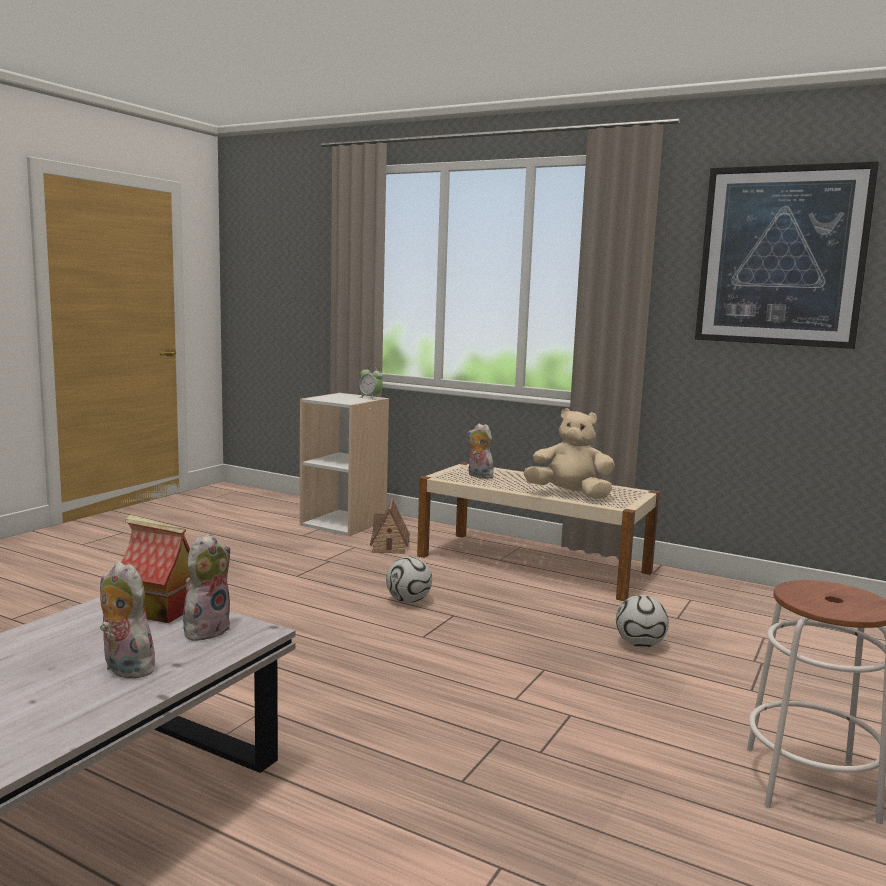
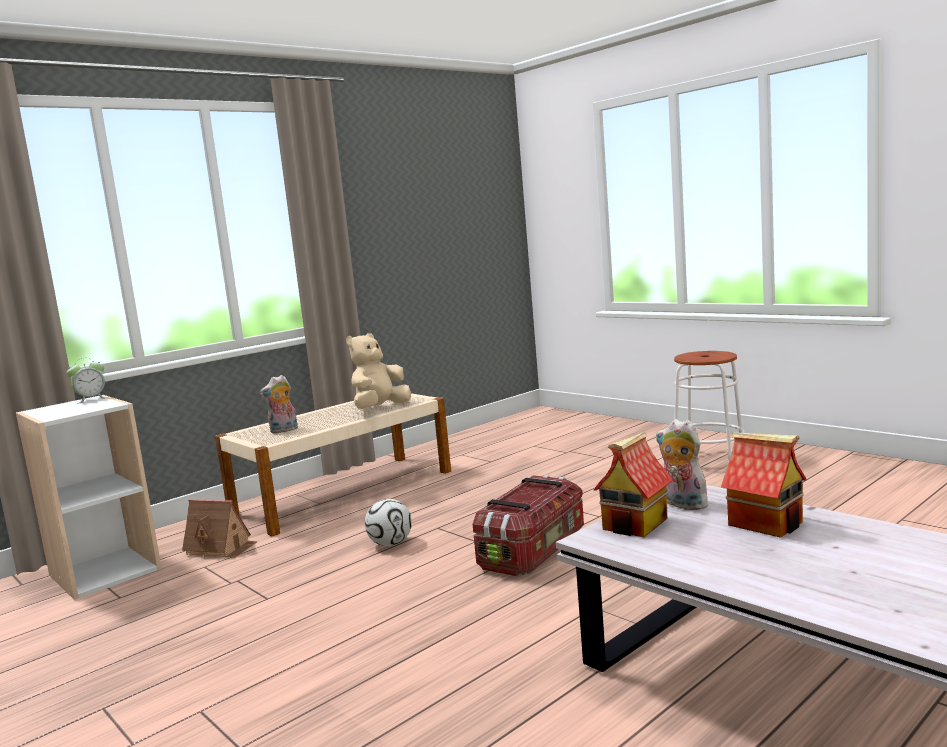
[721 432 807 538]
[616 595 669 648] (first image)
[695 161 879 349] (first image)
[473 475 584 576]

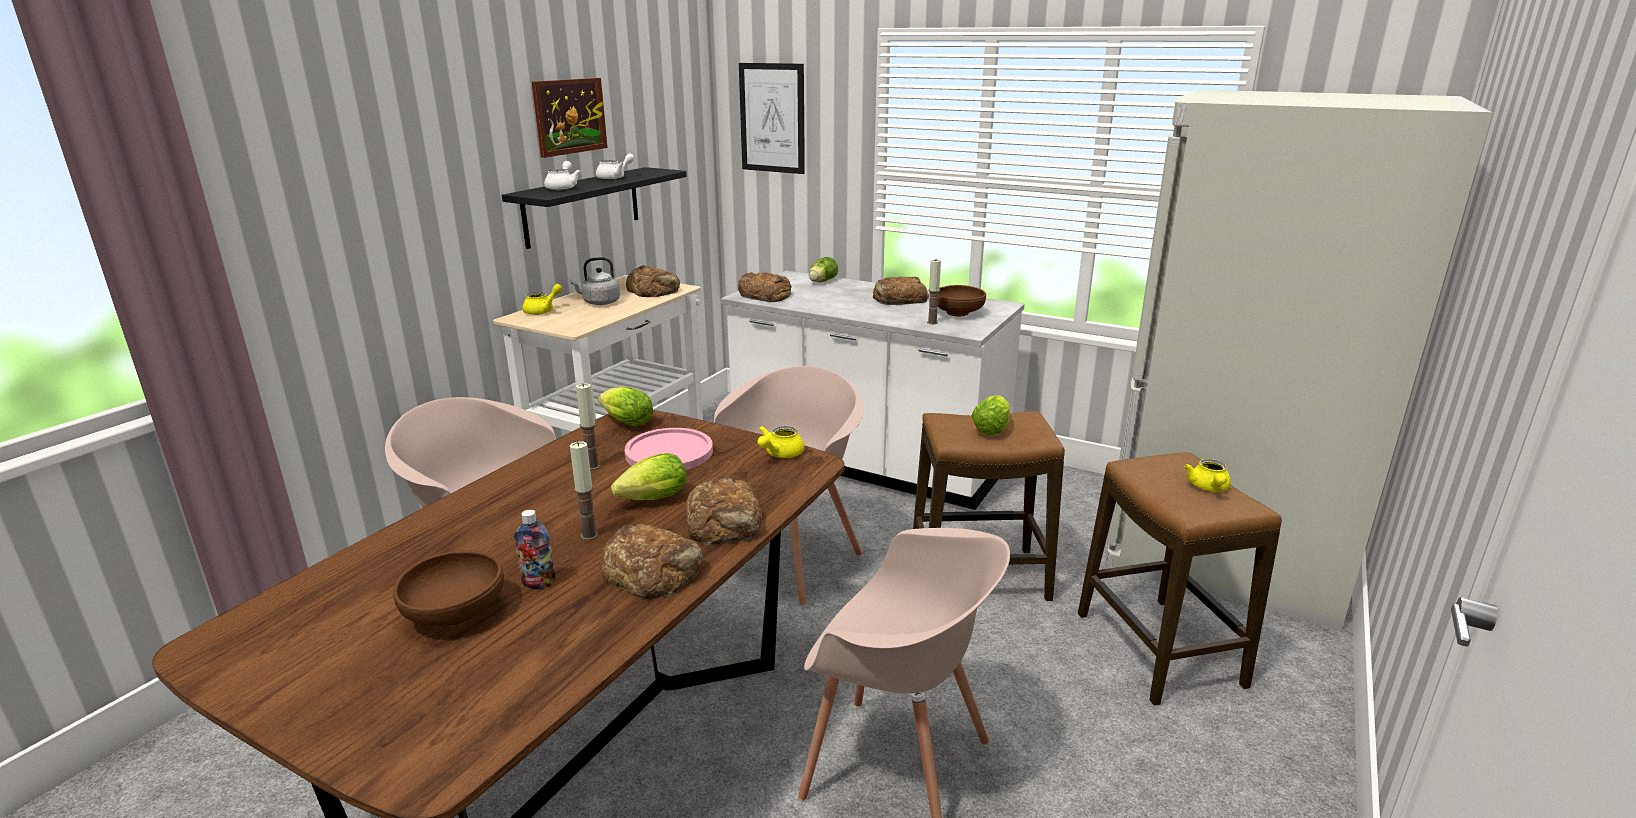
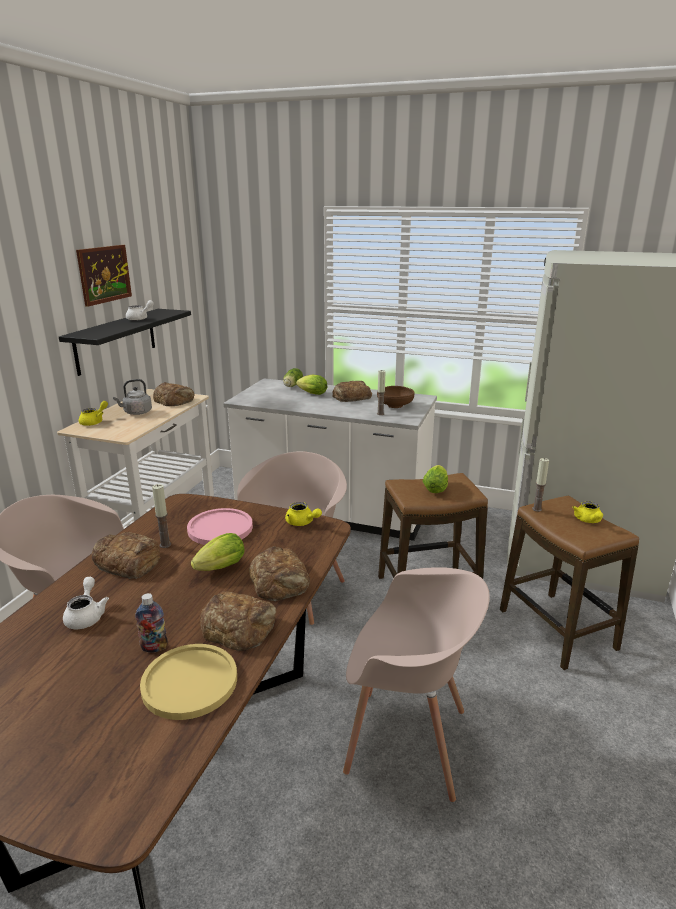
[393 550 504 626] (first image)
[63 577 109 629]
[532 458 549 512]
[296 375 327 395]
[92 532 160 579]
[739 63 805 174] (first image)
[285 502 322 526]
[140 644 237 720]

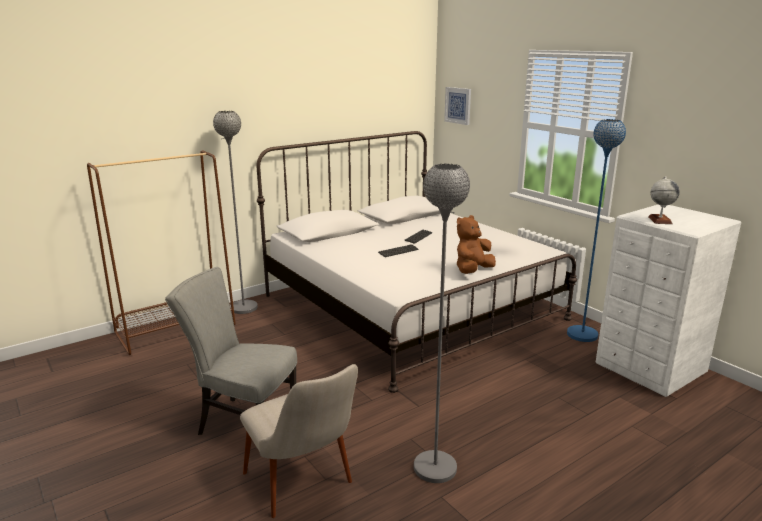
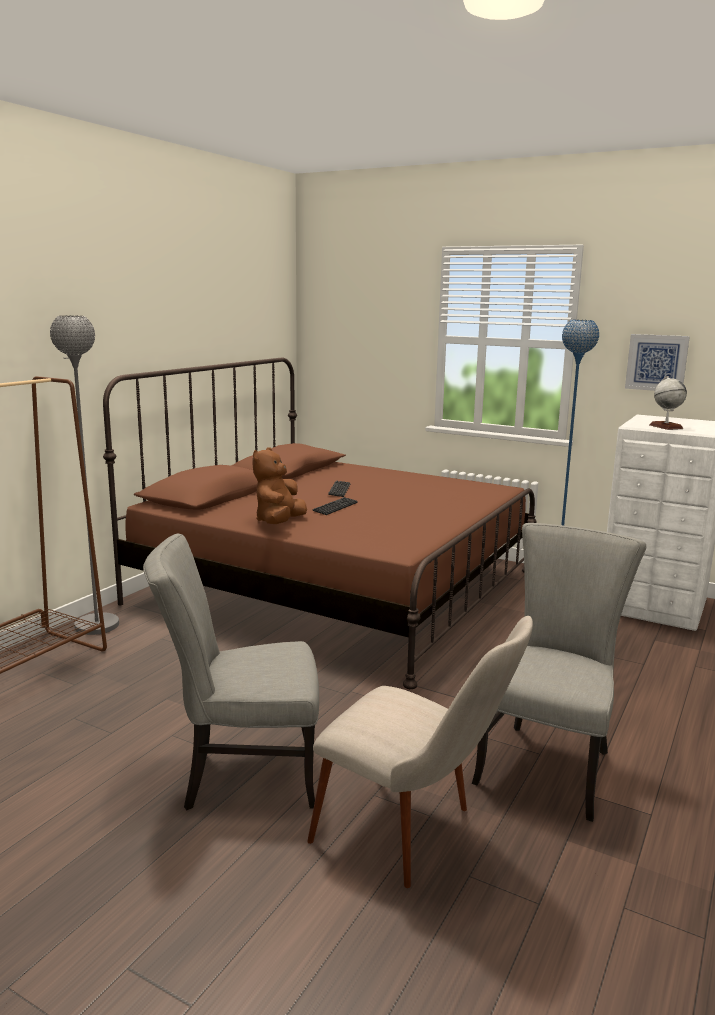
[103 357 537 689]
[472 523 646 822]
[625 334 690 391]
[252 447 307 524]

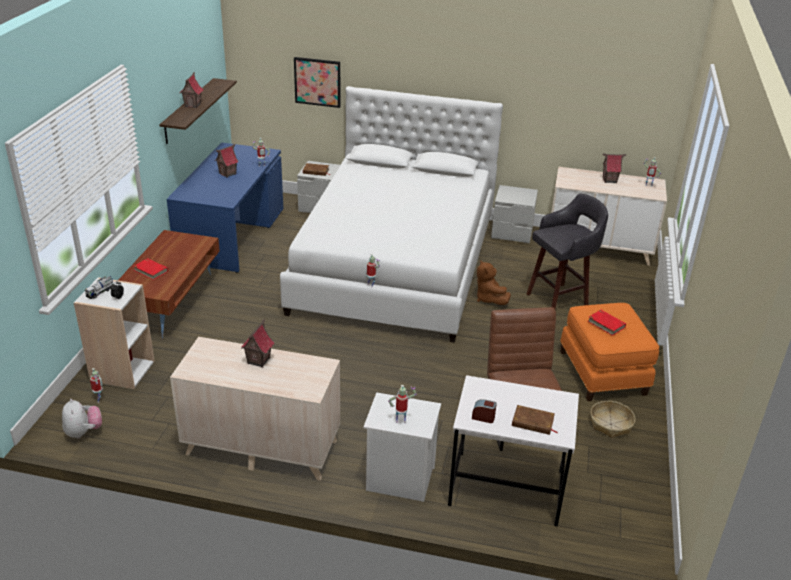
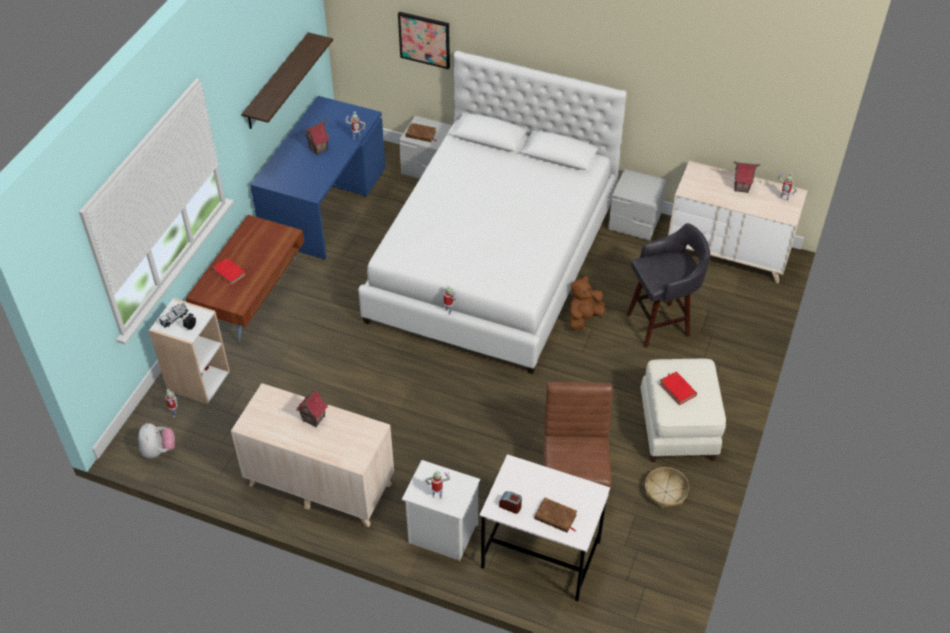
[180 72 204 108] (first image)
[570 276 605 330]
[640 359 726 462]

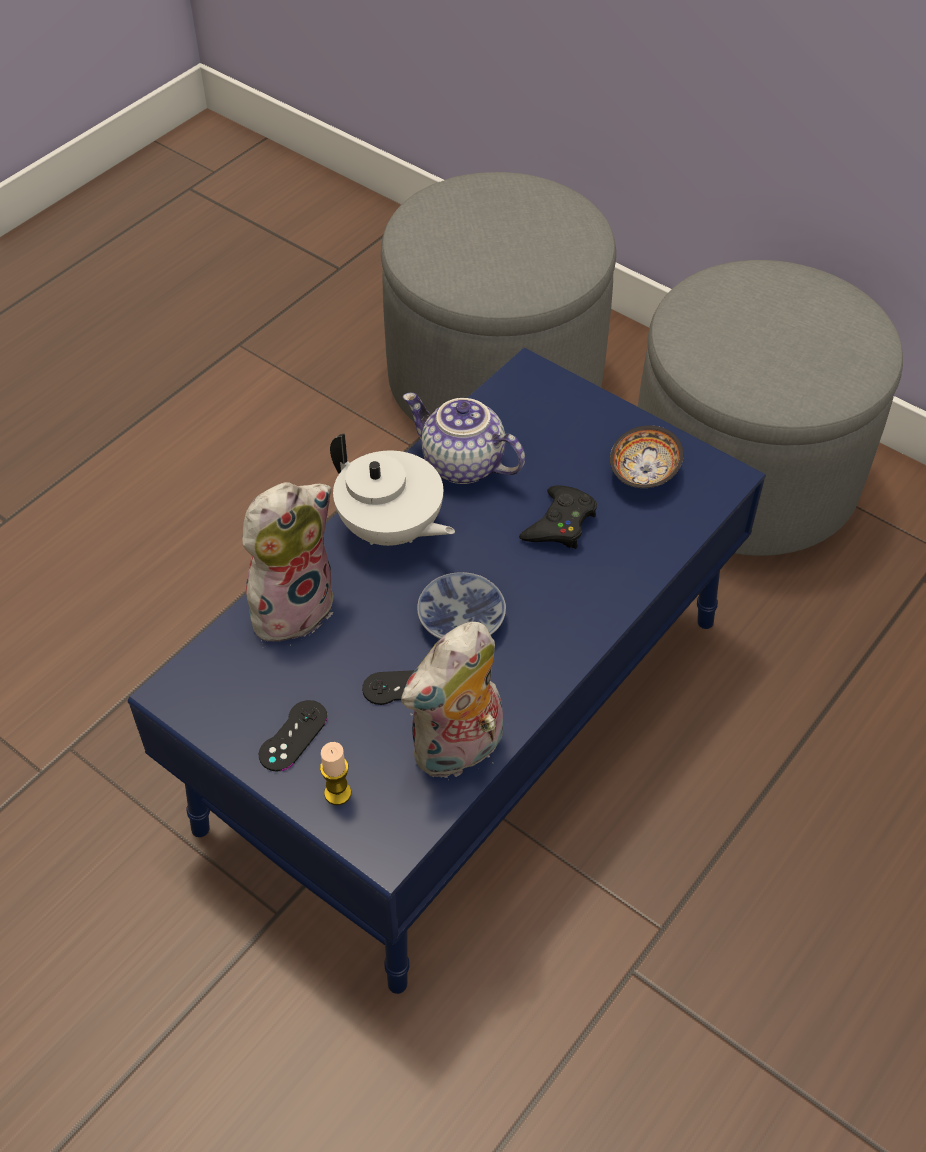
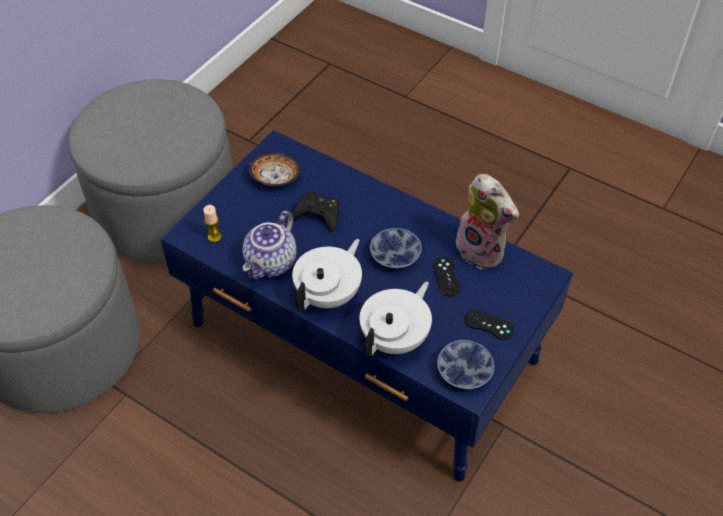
[360 281 432 356]
[204 205 222 242]
[437 340 494 389]

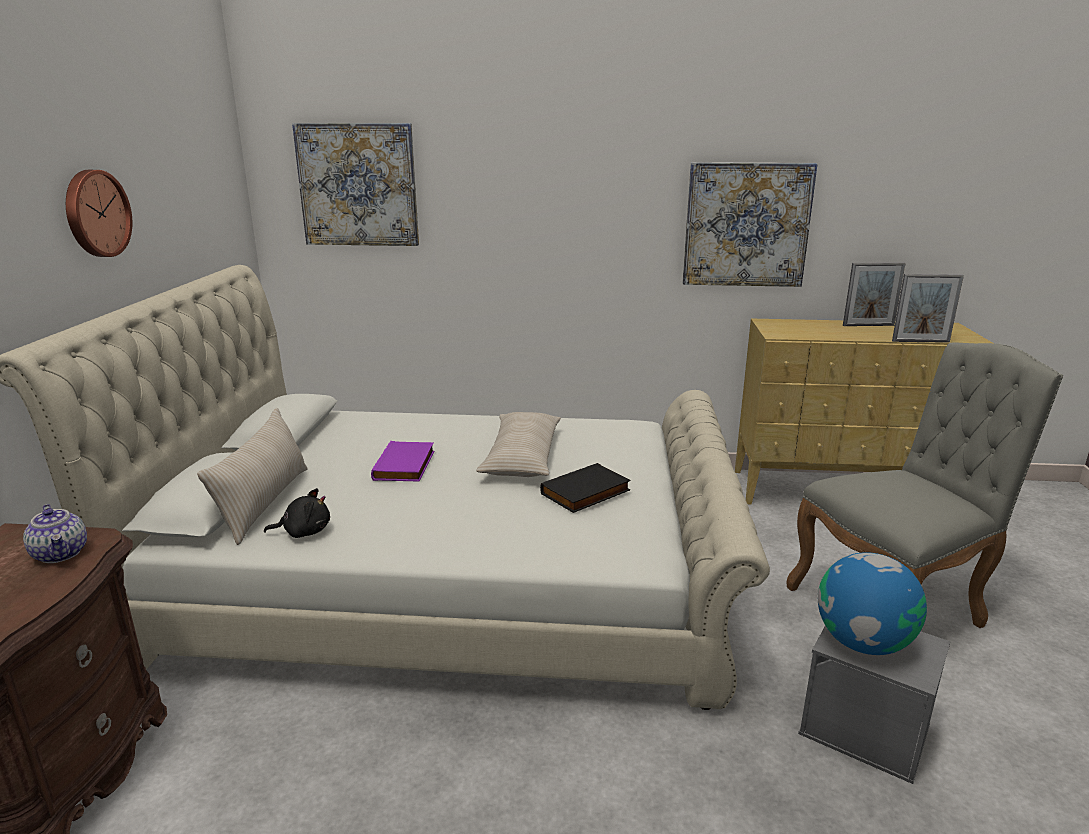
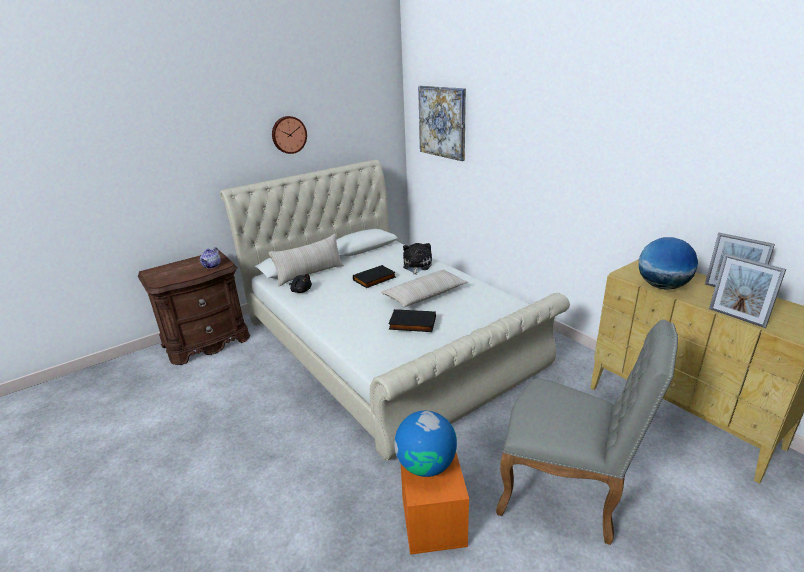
[353 265 396 288]
[682 162 818 287] (first image)
[401 453 469 555]
[403 243 432 275]
[639 237 698 290]

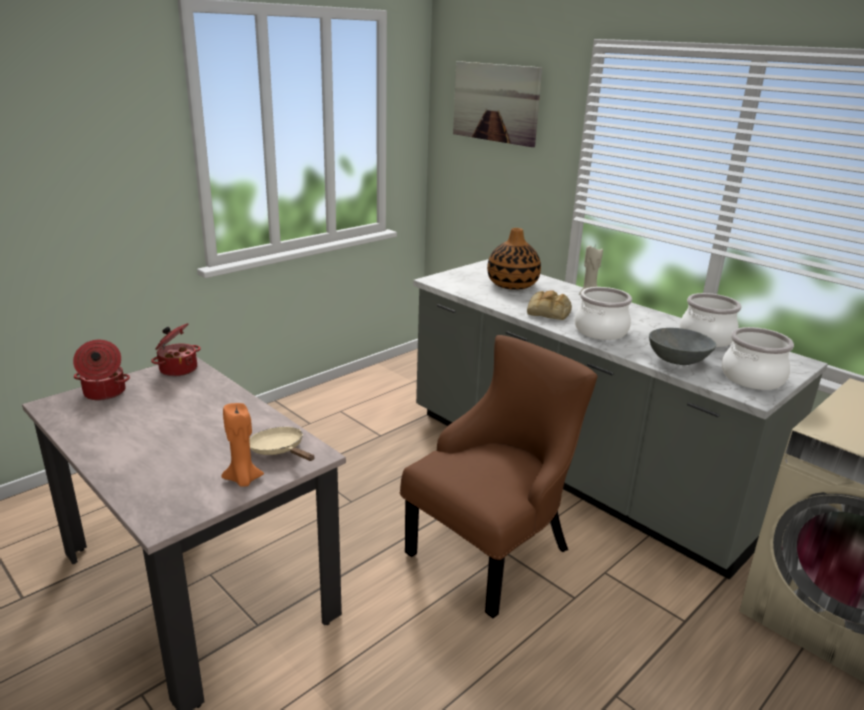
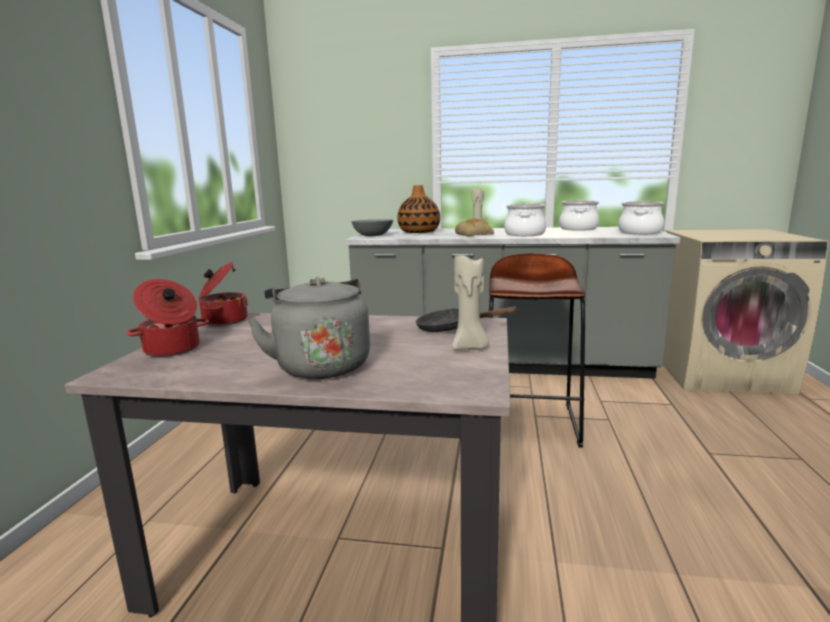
[452 252 489 350]
[415 306 518 332]
[489 253 586 448]
[453 61 542 147] (first image)
[352 219 393 236]
[248 277 370 379]

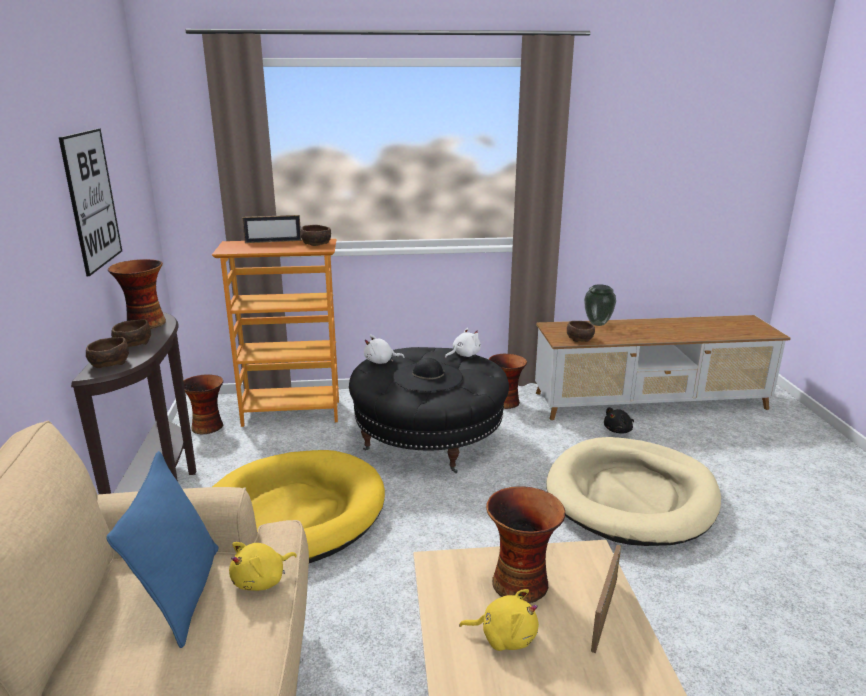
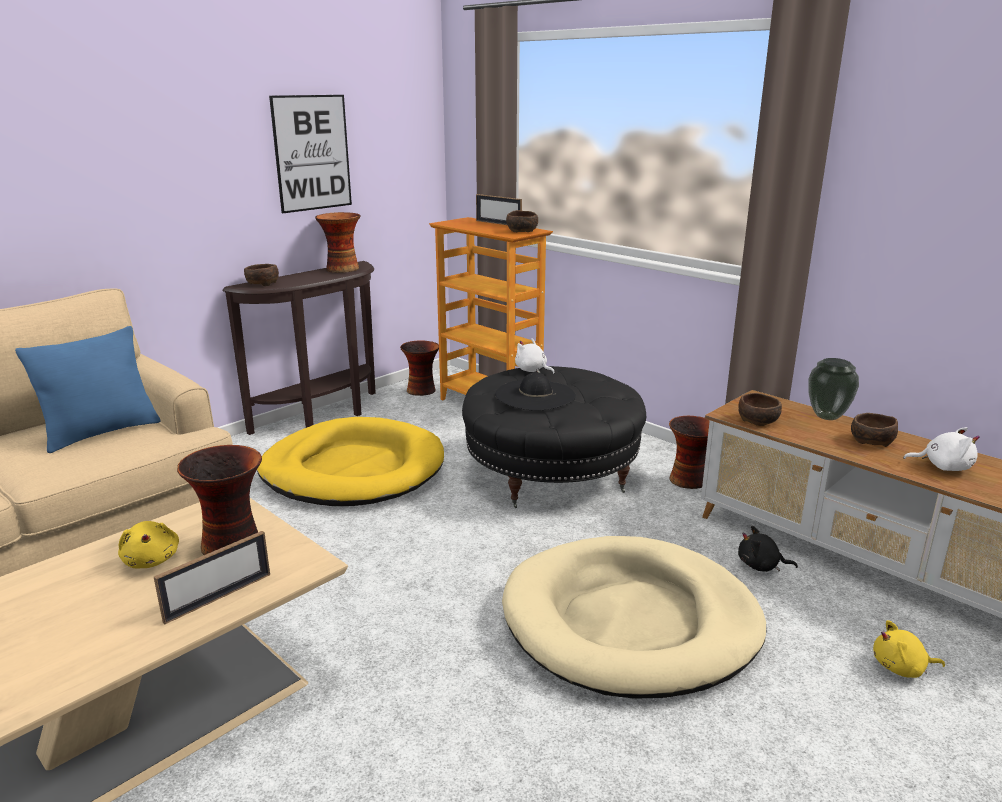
[851 413 898 447]
[873 620 945 678]
[903 427 980 471]
[154 531 270 624]

